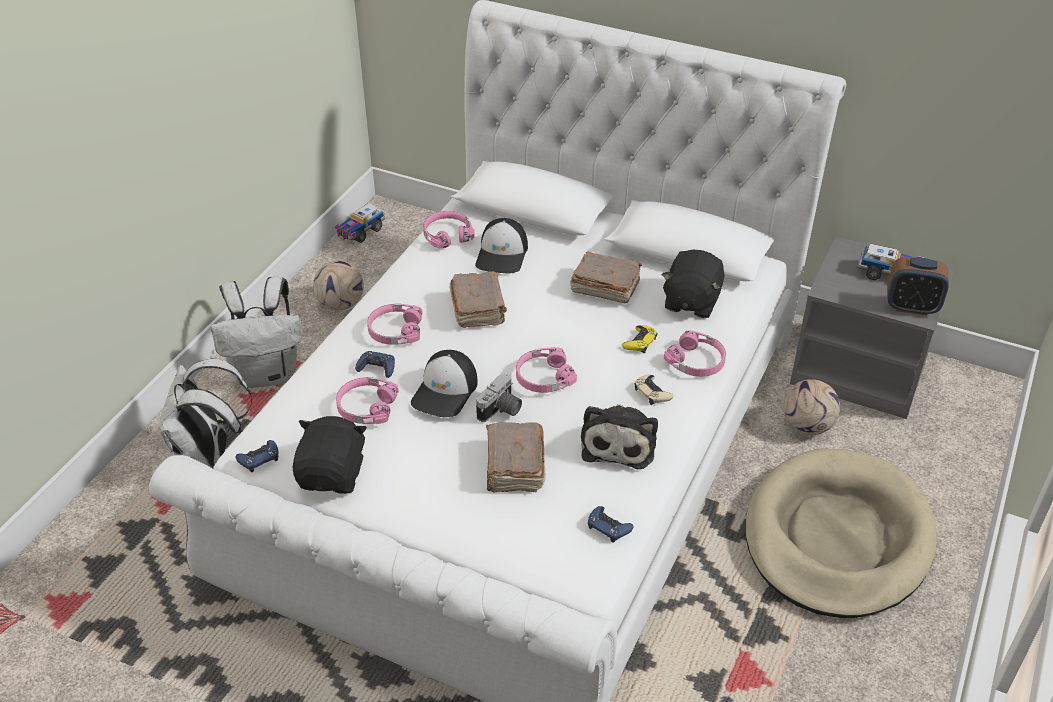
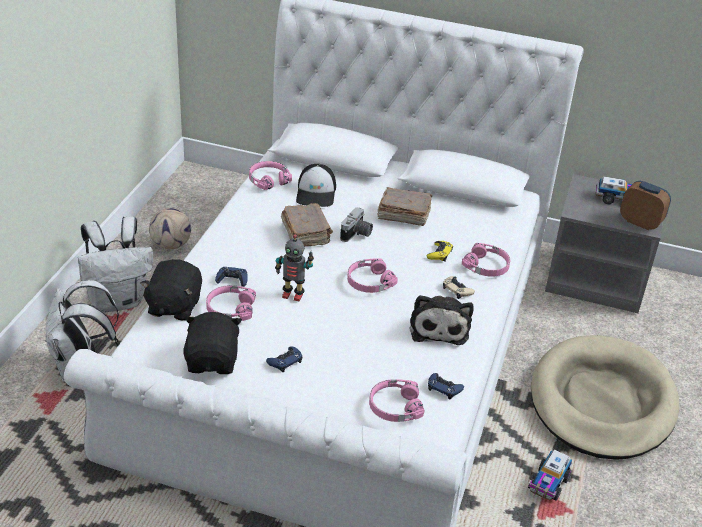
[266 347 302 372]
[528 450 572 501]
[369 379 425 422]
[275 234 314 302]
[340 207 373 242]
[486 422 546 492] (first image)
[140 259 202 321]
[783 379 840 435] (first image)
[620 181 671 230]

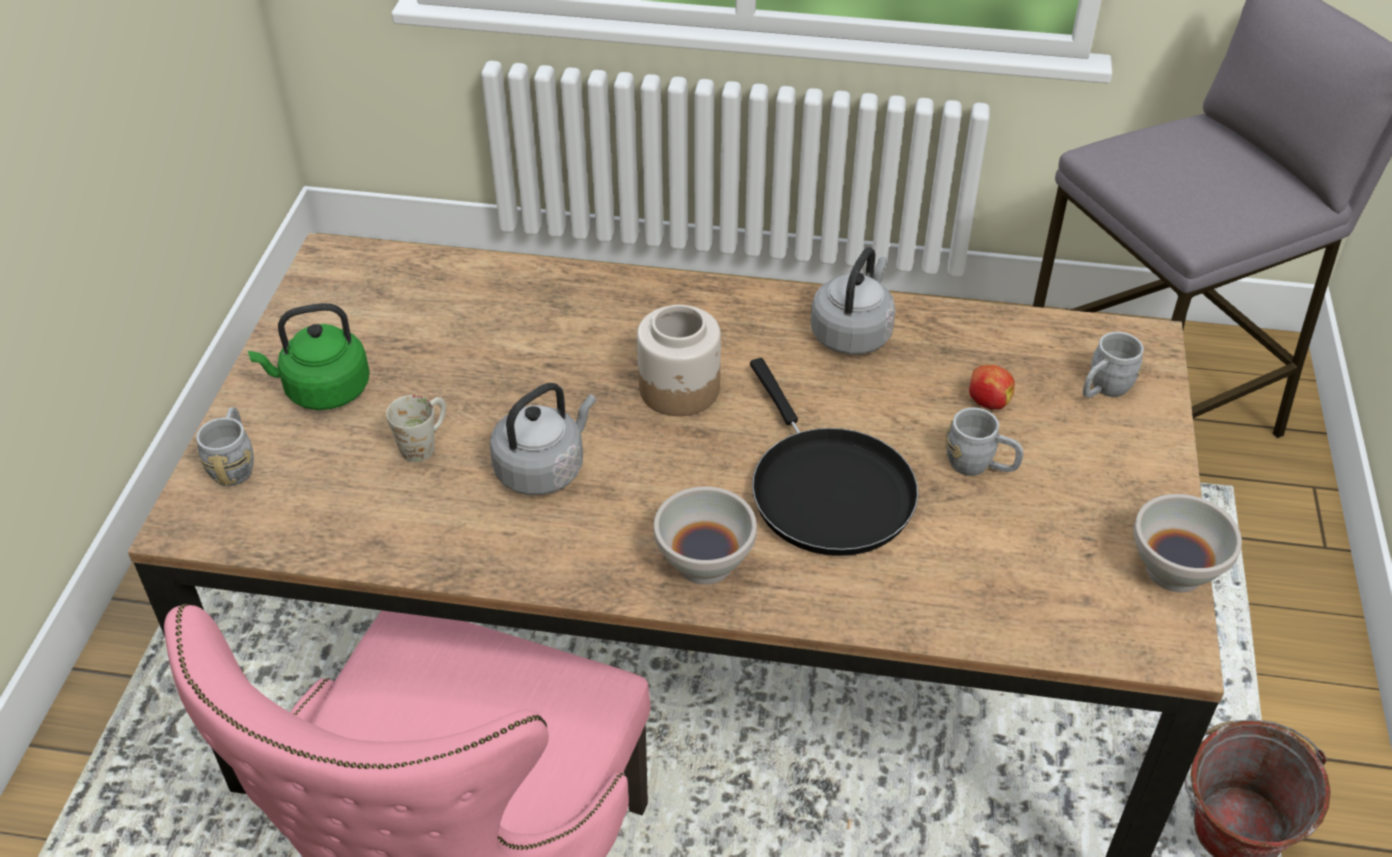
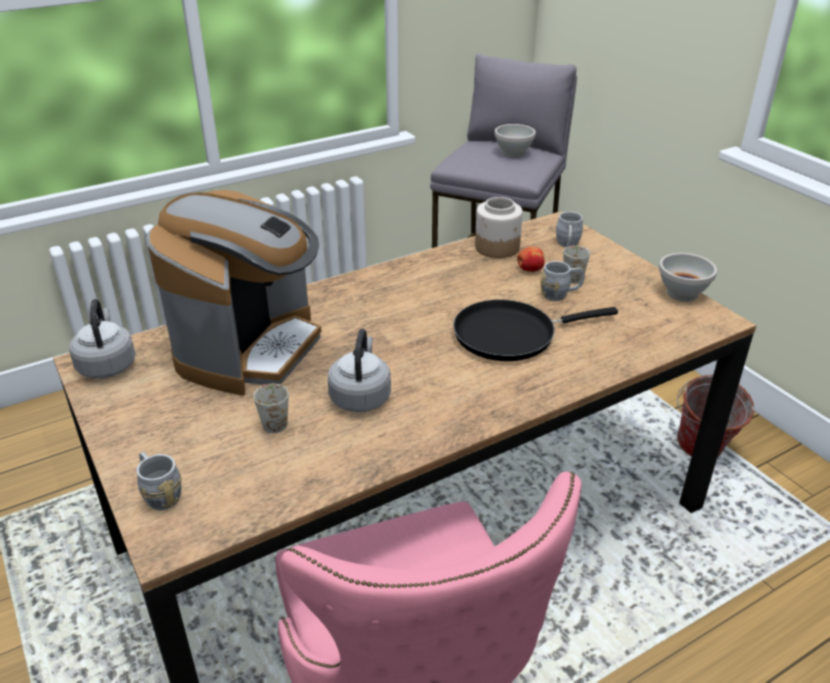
[248 303 370 410] (first image)
[475 197 523 258]
[495 124 536 158]
[453 300 618 361]
[69 299 136 379]
[147 190 322 395]
[563 245 590 284]

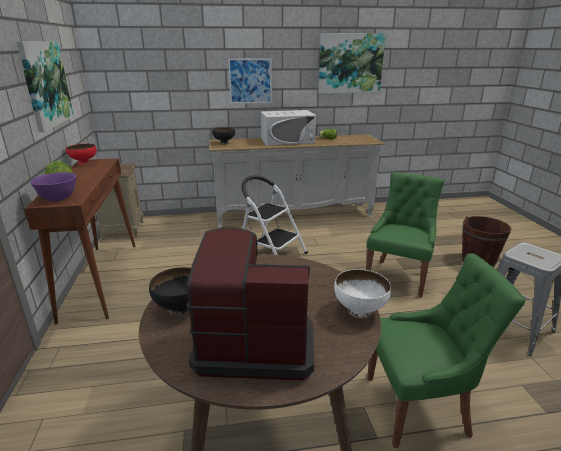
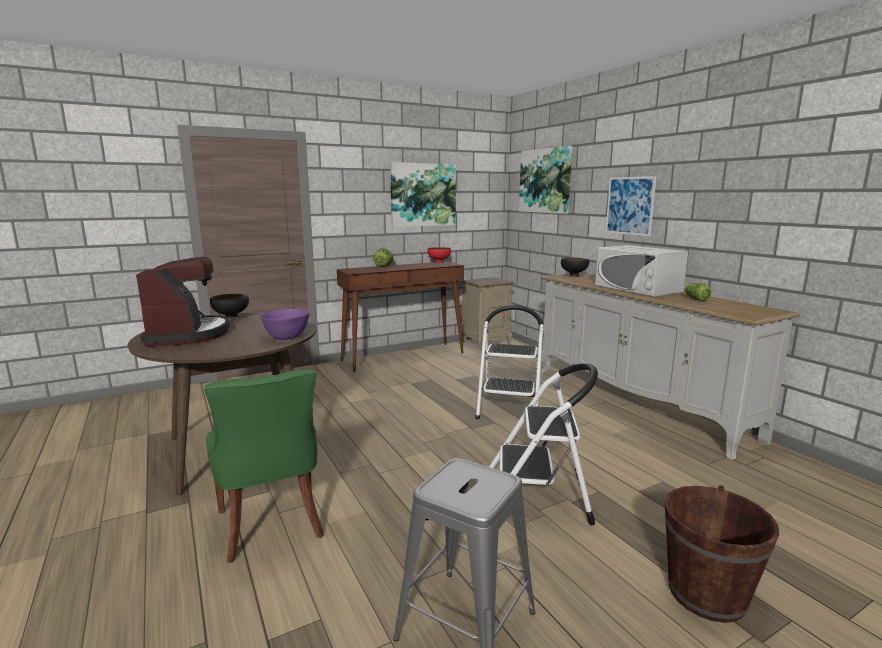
[260 309 310 340]
[519 145 572 214]
[334 269 391 318] (first image)
[489 363 598 525]

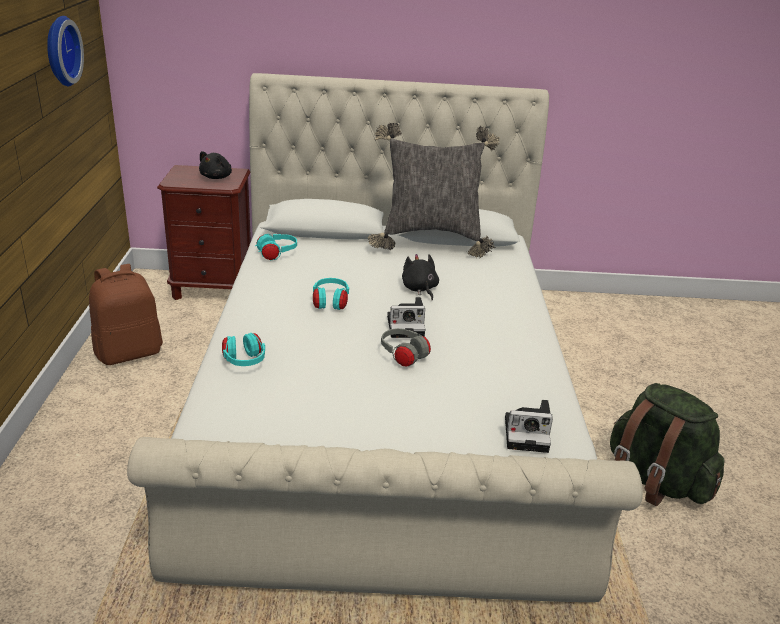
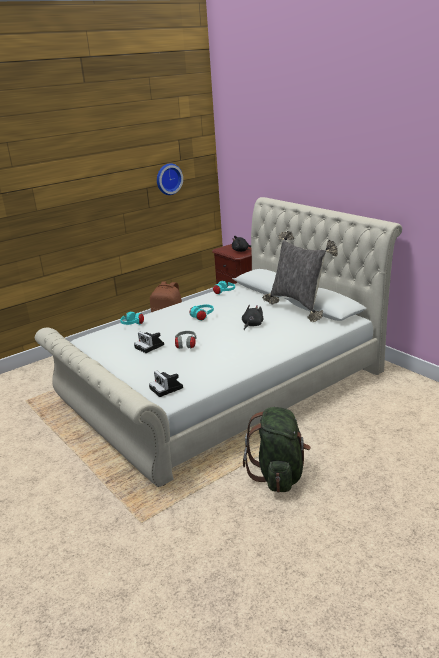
[134 332 164 353]

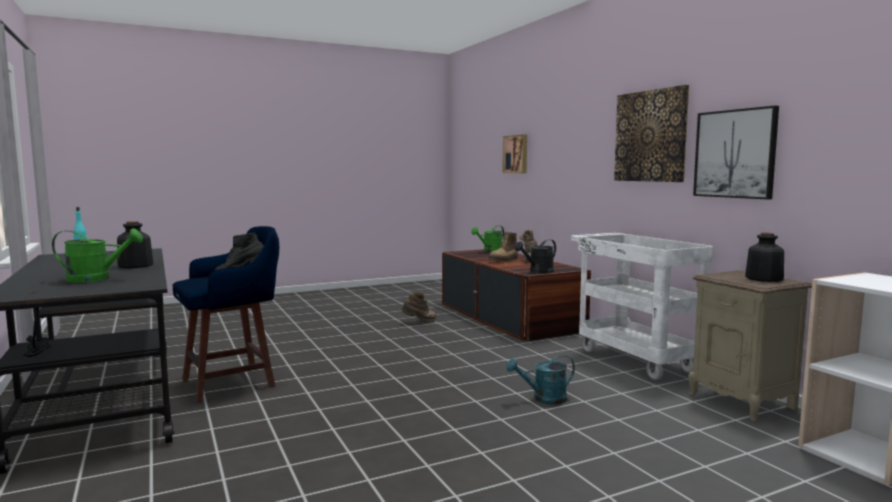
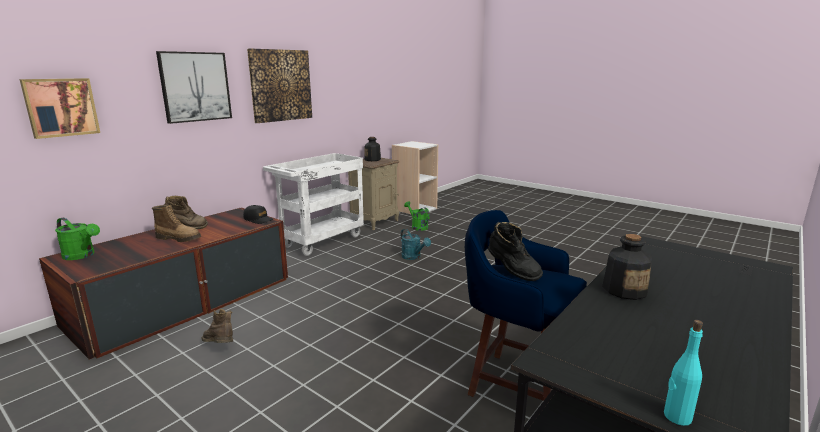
[404 201 430 231]
[243 205 274 224]
[156 51 232 124]

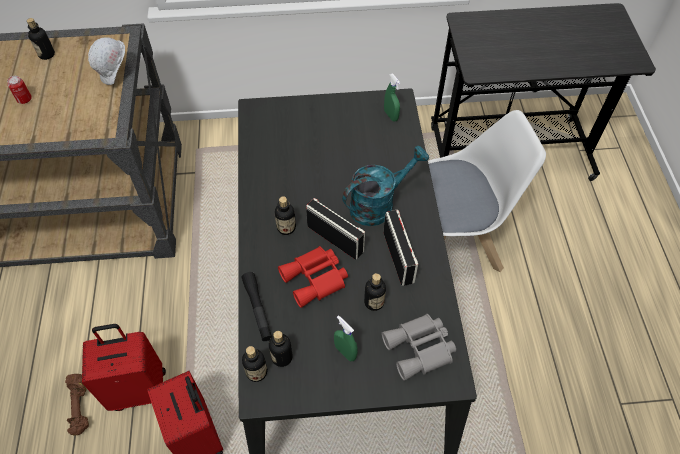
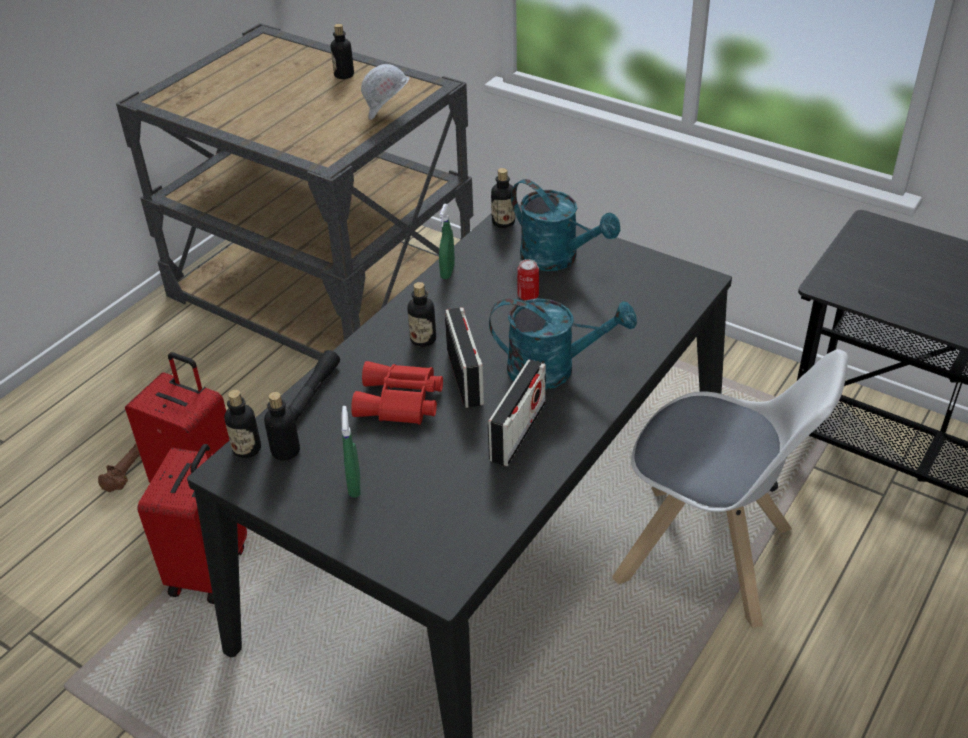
[517 259 539 300]
[491 168 515 228]
[382 314 456 381] (first image)
[439 204 455 279]
[511 179 620 271]

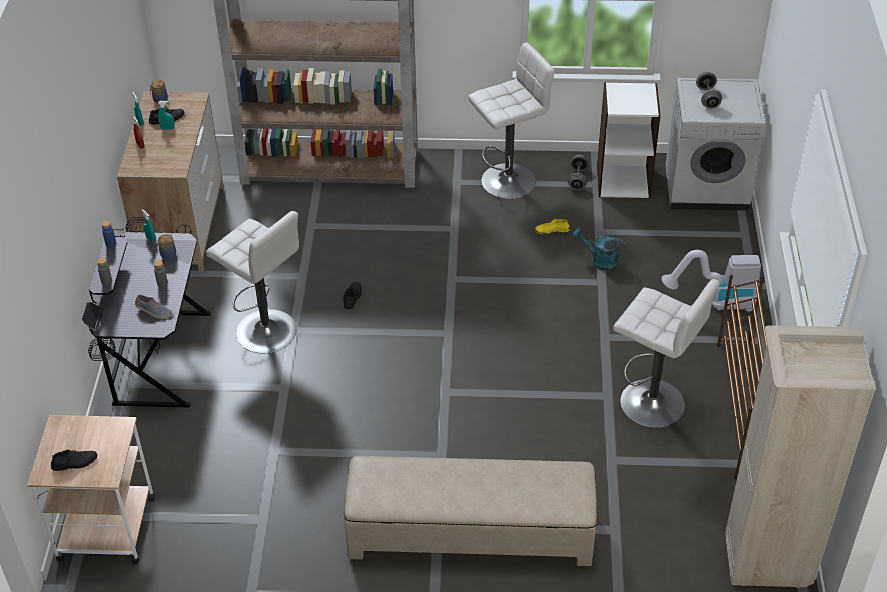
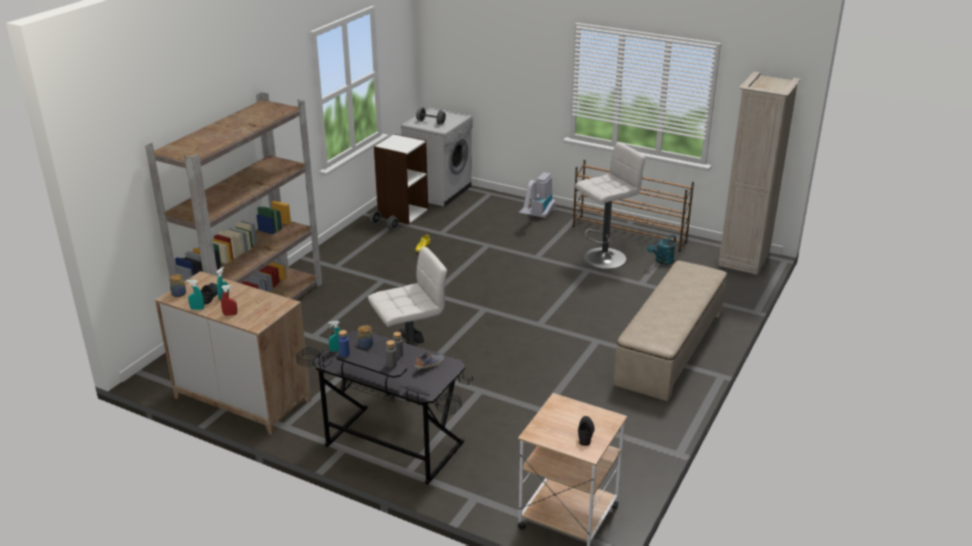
[468 42 555 199] (first image)
[647 235 676 265]

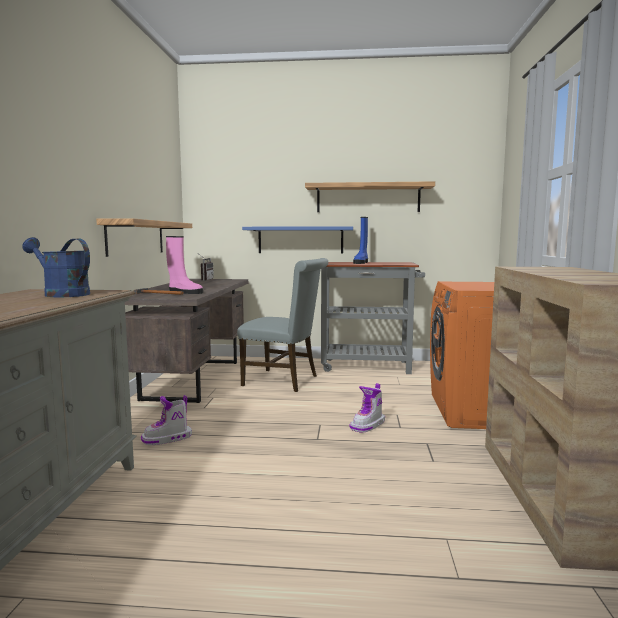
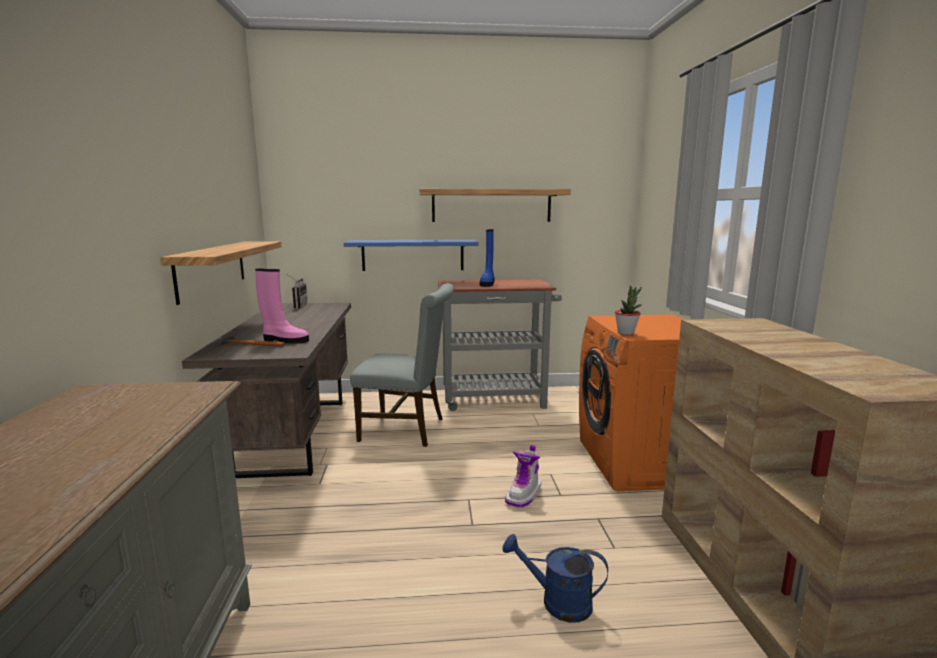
[502 534 608 623]
[141 395 192 445] (first image)
[615 286 642 335]

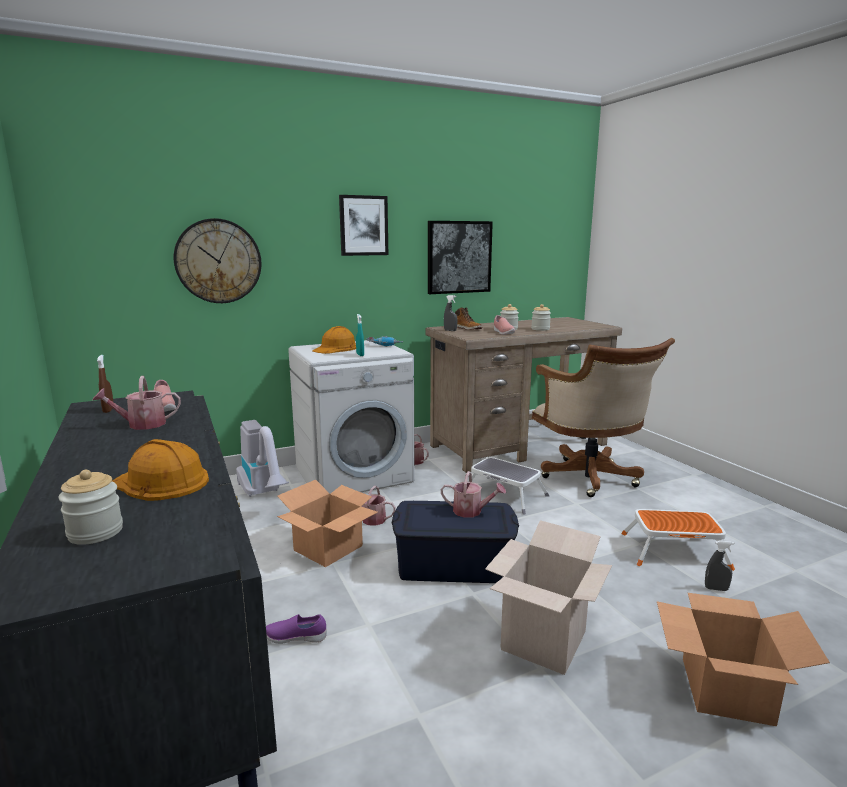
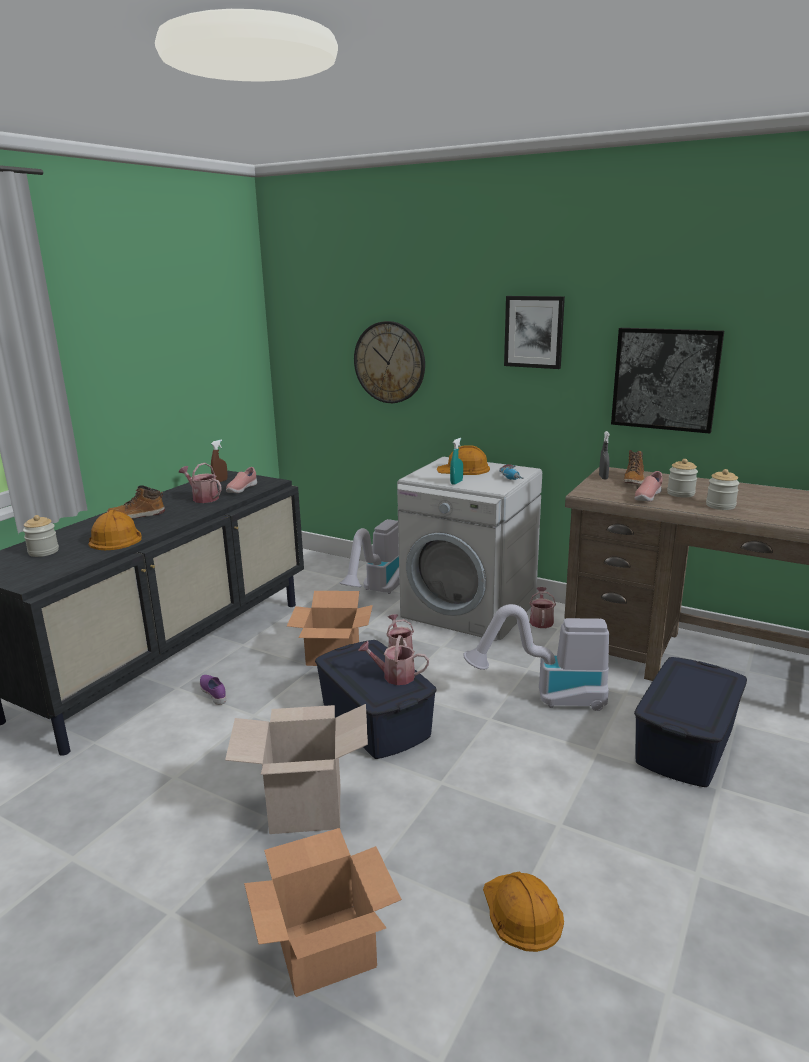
[358 635 429 685]
[463 604 609 711]
[634 657 747 787]
[621 509 735 571] (first image)
[483 872 564 952]
[107 485 165 519]

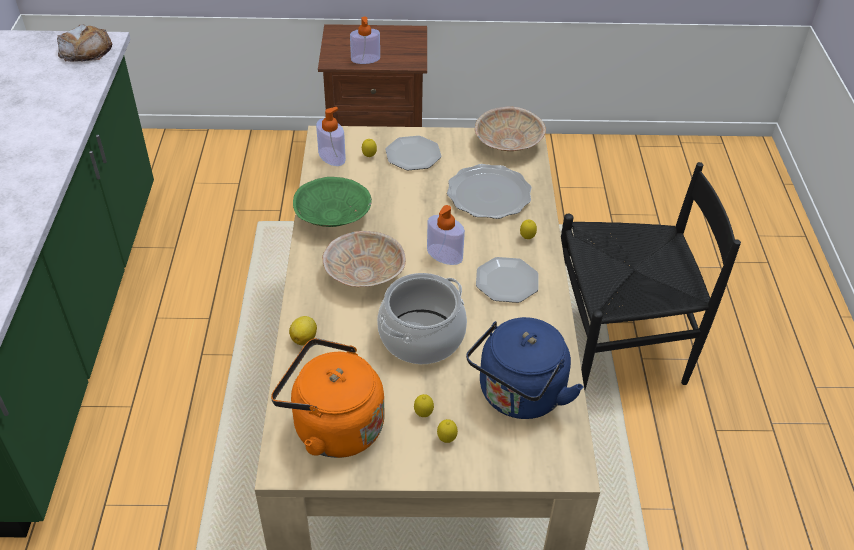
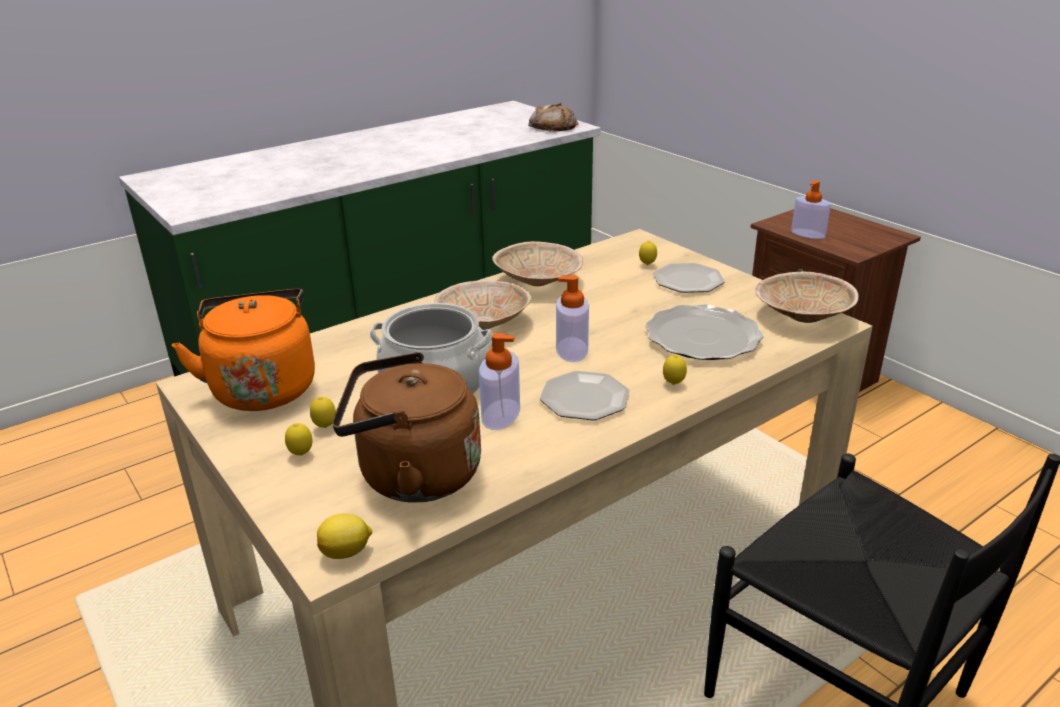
[317 514 372 559]
[492 241 583 286]
[479 333 520 430]
[332 352 481 503]

